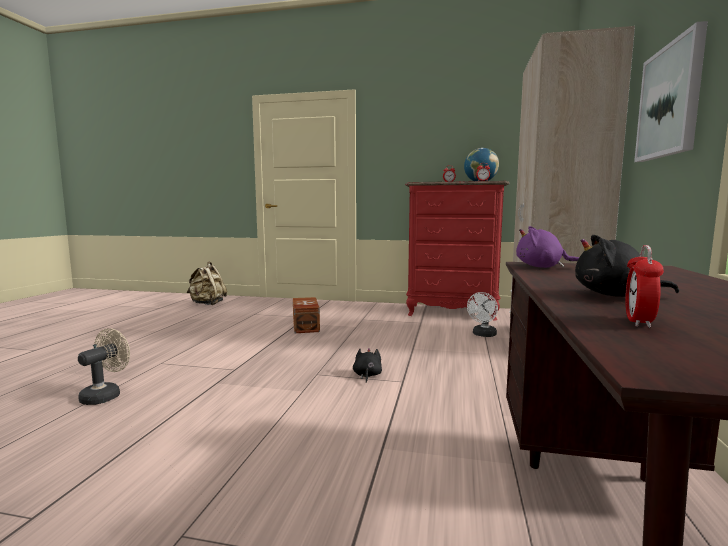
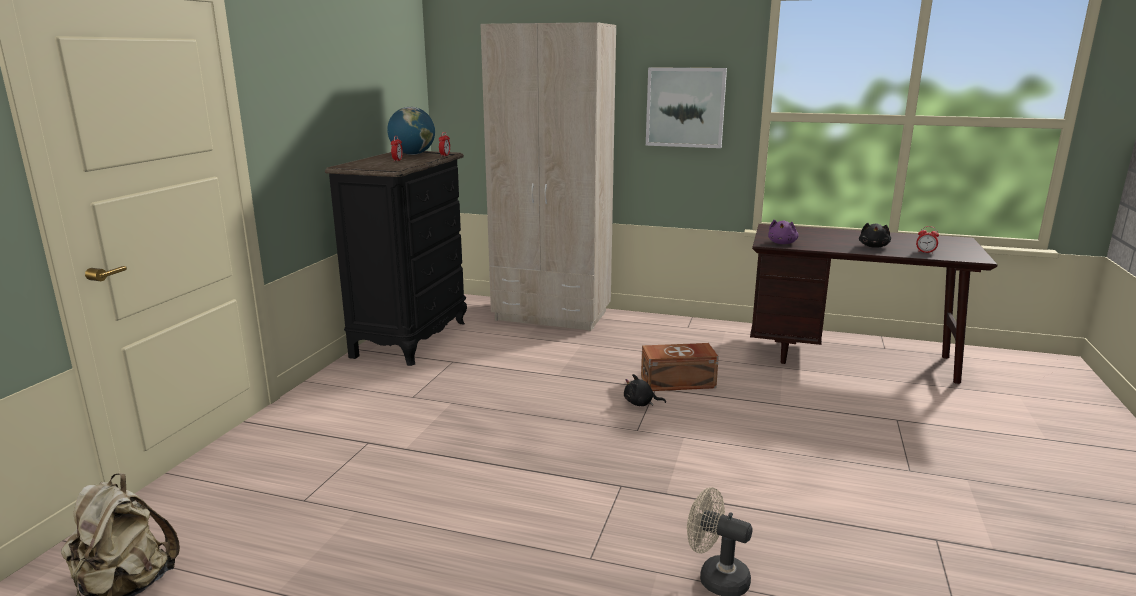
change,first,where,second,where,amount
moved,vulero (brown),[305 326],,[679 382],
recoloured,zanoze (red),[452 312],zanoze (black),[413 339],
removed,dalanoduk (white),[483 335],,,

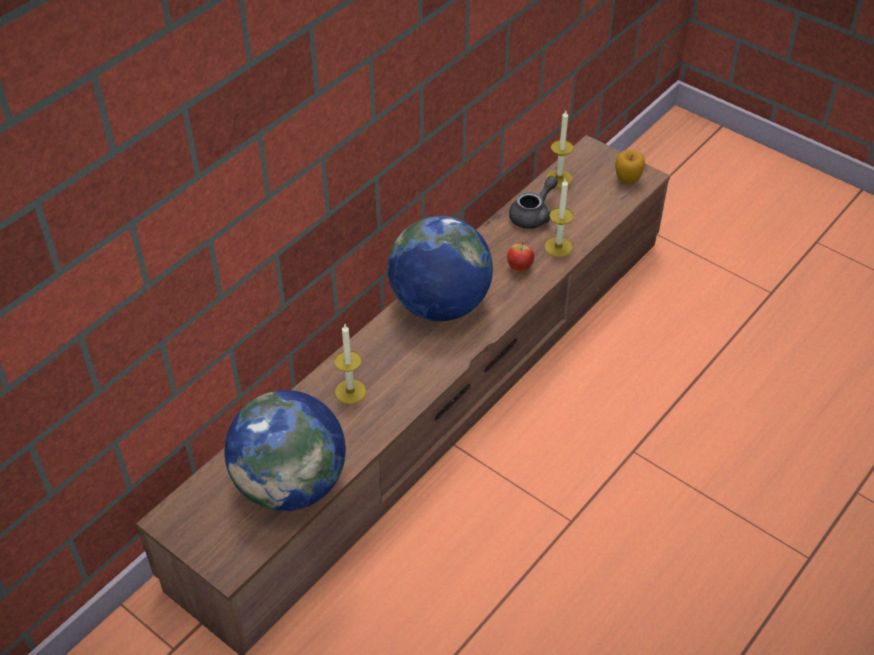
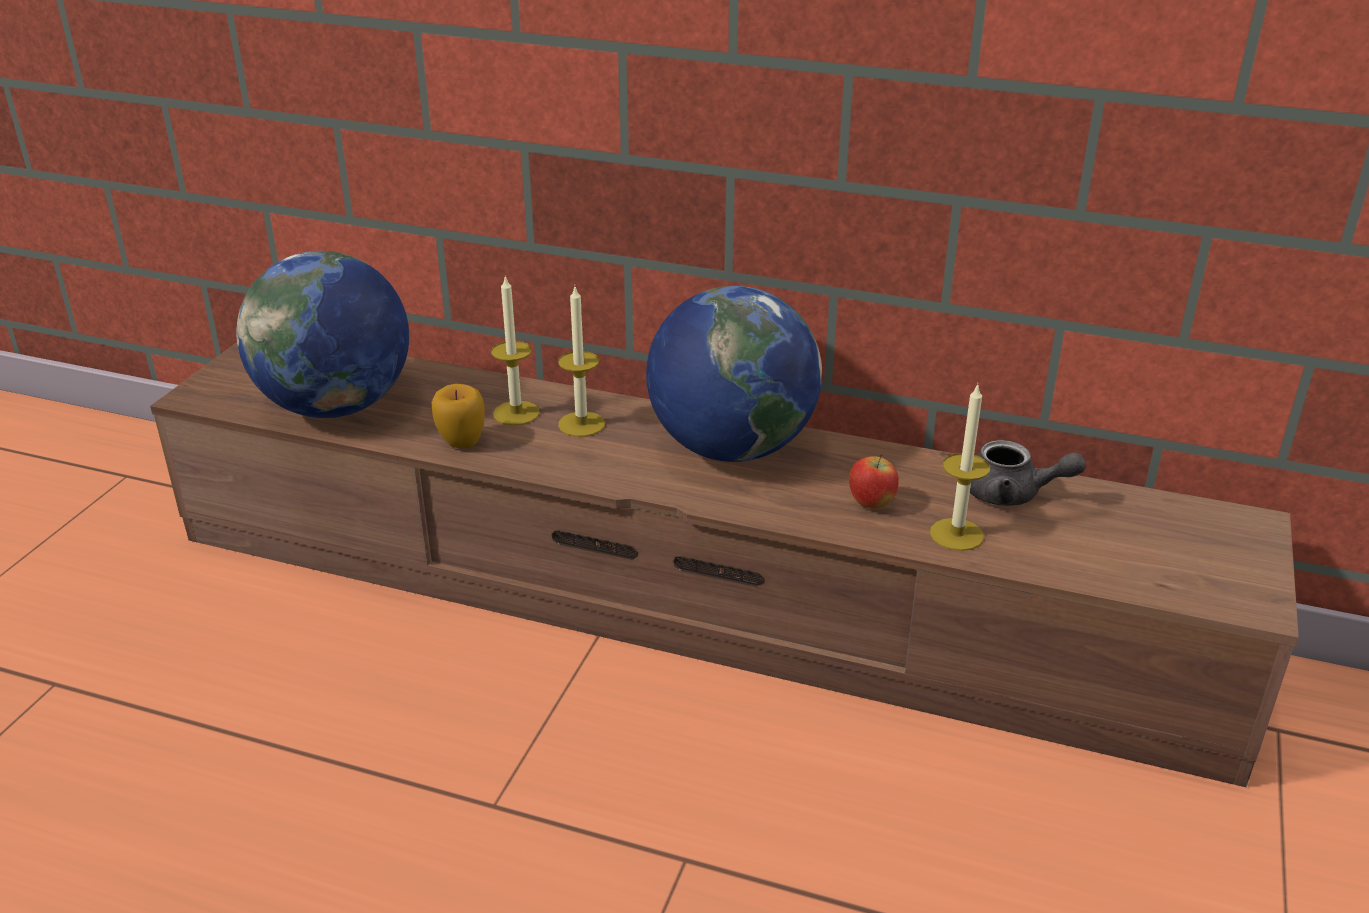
change,first,where,second,where,amount
moved,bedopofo,[559 178],,[581 424],
moved,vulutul,[627 180],,[461 442],

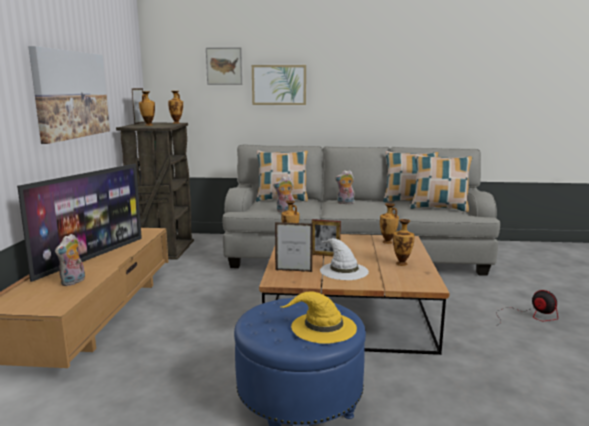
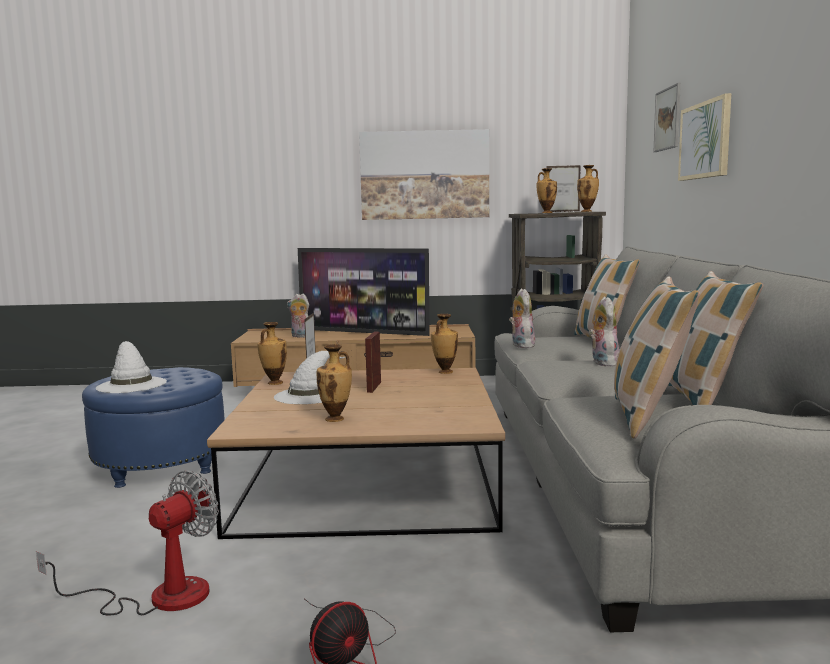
change,first,where,second,where,amount
recoloured,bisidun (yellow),[322 327],bisidun (white),[131 384],
moved,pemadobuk,[388 242],,[274 383],
added,,,dalanoduk,[158 596],

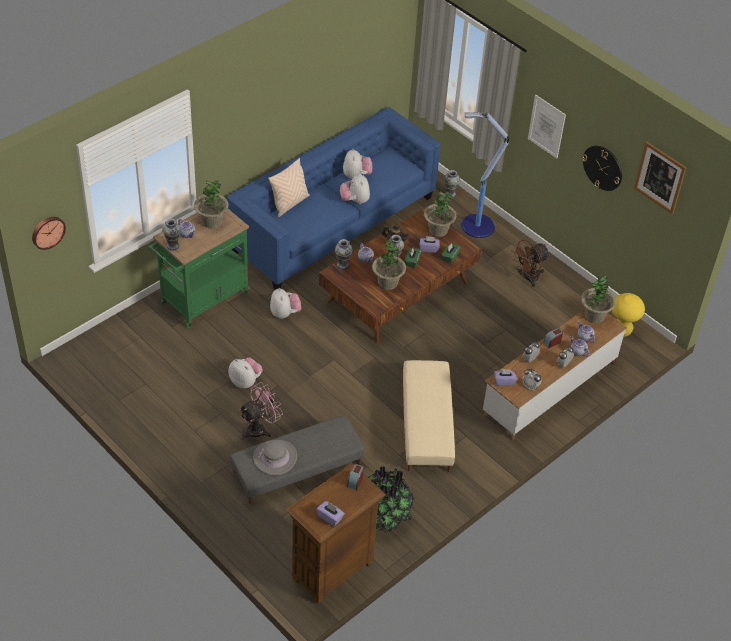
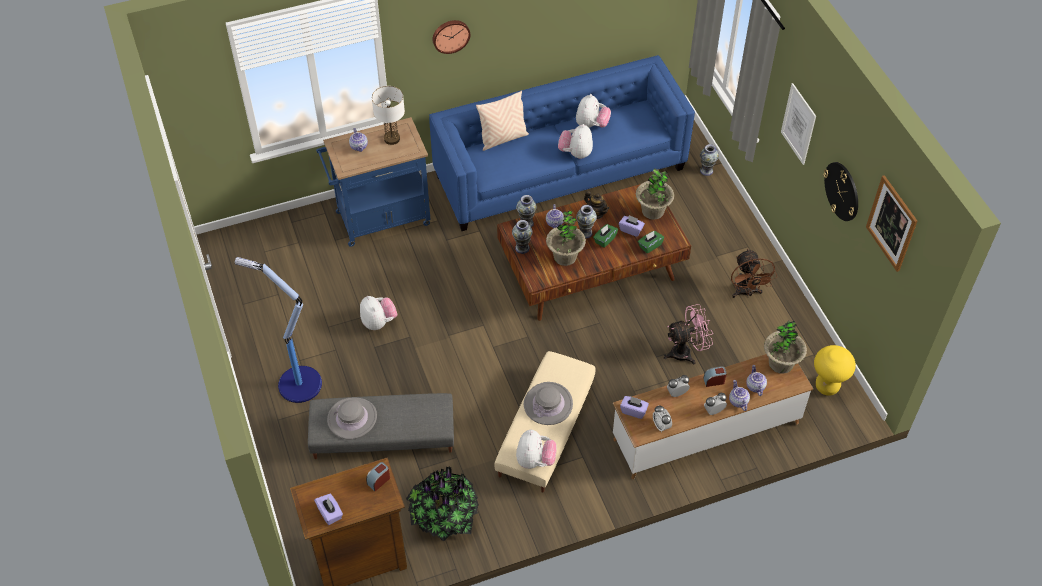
change,first,where,second,where,amount
moved,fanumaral,[47 232],,[450 35],
recoloured,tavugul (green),[202 300],tavugul (blue),[380 219],
moved,pemadobuk,[173 245],,[522 248],
replaced,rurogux,[212 221],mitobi,[392 139],
moved,dalanoduk (pink),[260 428],,[686 352],
moved,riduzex,[285 313],,[535 460],
moved,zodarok,[476 226],,[298 384],
turned,dalanoduk (brown),[527 278],,[746 293],90 degrees counterclockwise
added,,,bisidun (grey),[548 404],

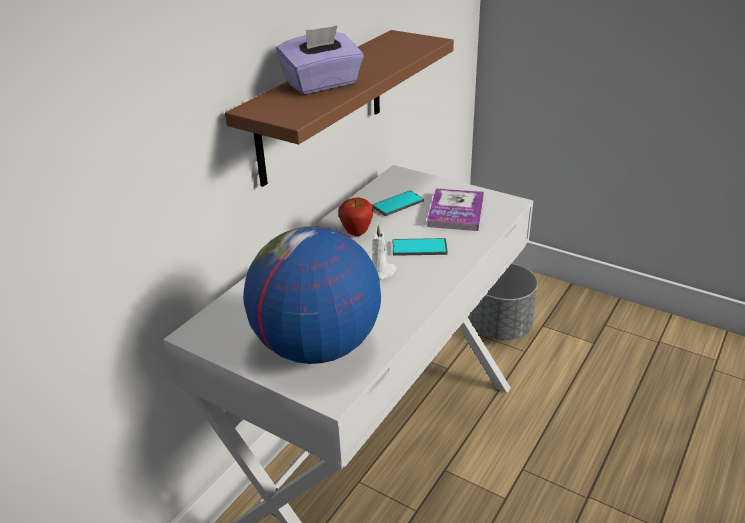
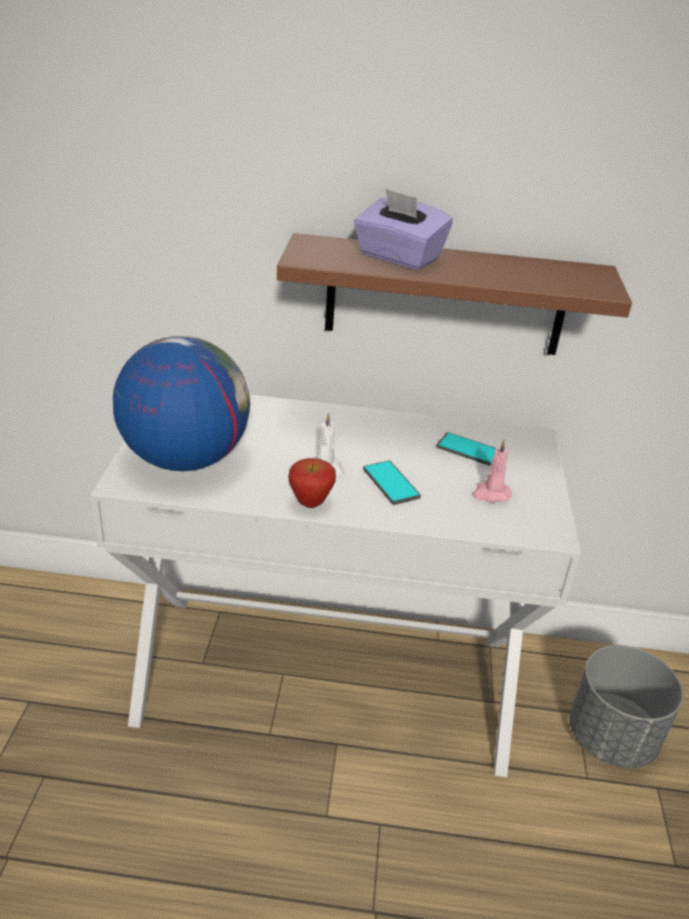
change,first,where,second,where,amount
moved,vulutul,[356 233],,[310 503],
replaced,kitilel,[455 211],bedopofo (pink),[490 494],

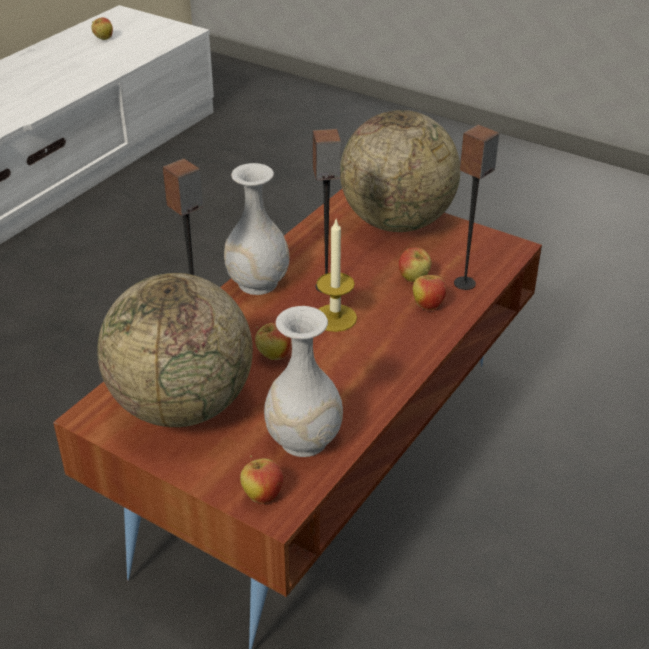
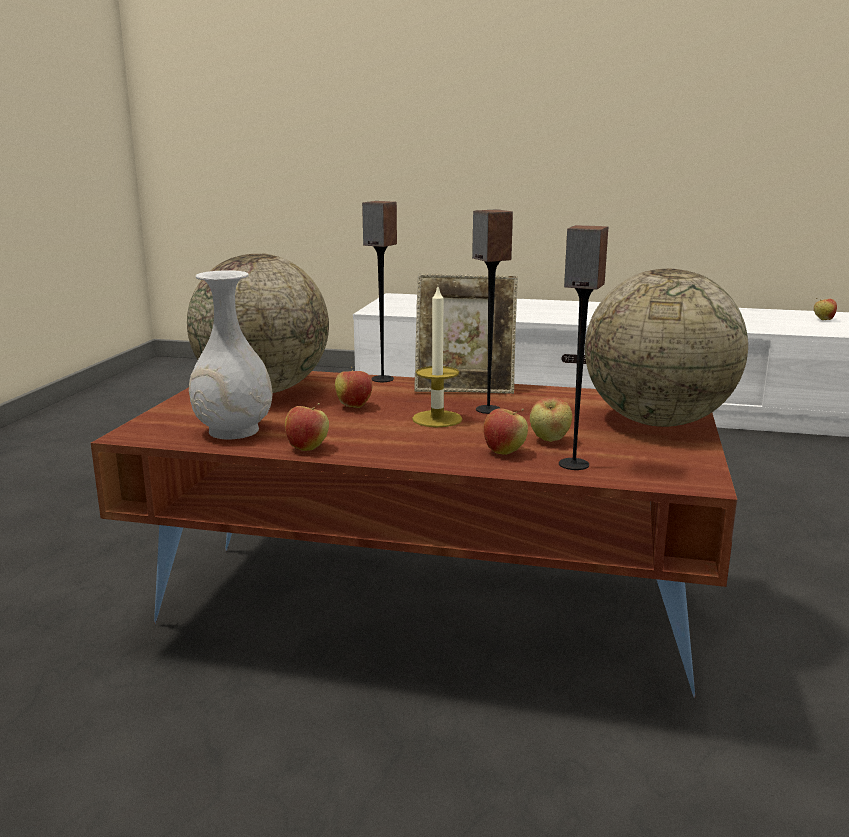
change,first,where,second,where,amount
replaced,pemadobuk (white),[257 282],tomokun,[465 388],
moved,vulutul,[262 495],,[307 448],

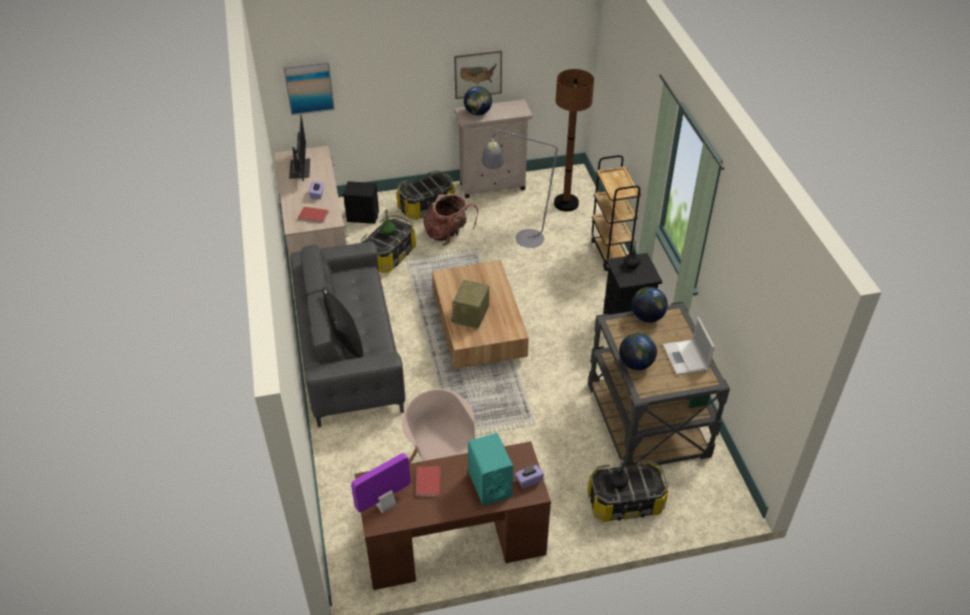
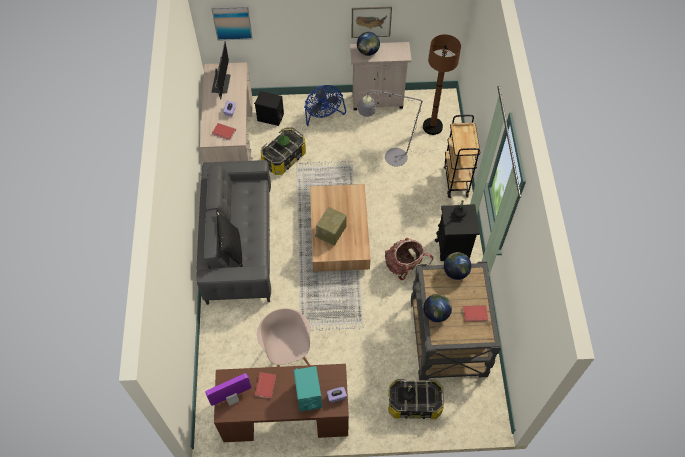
change,first,where,second,where,amount
replaced,vulero,[426 206],dalanoduk (blue),[321 114],
moved,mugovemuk,[448 234],,[404 265],
replaced,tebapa,[686 358],kitilel (red),[475 314],

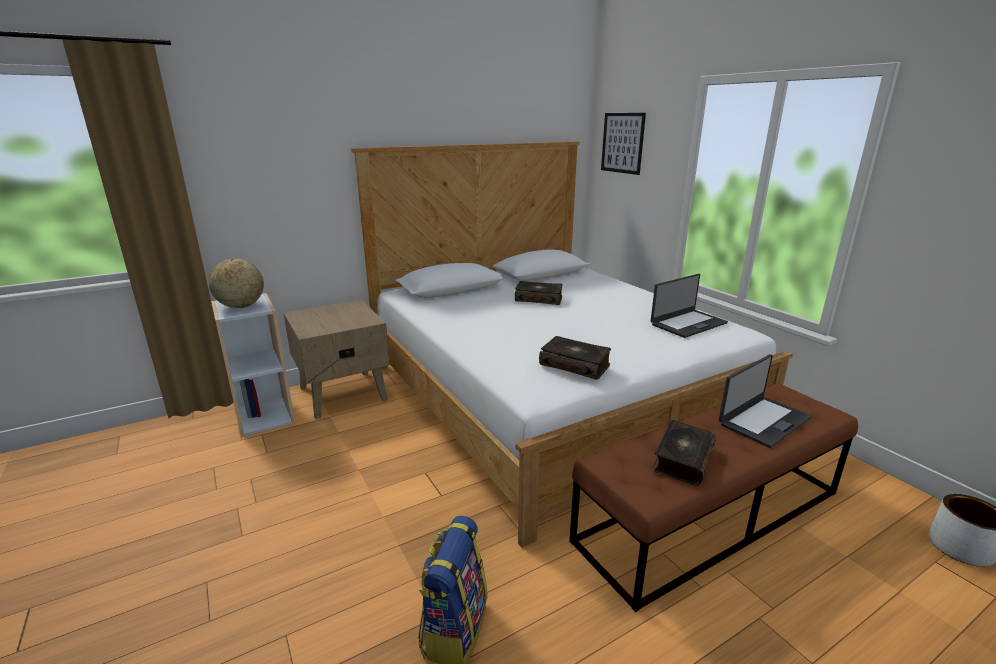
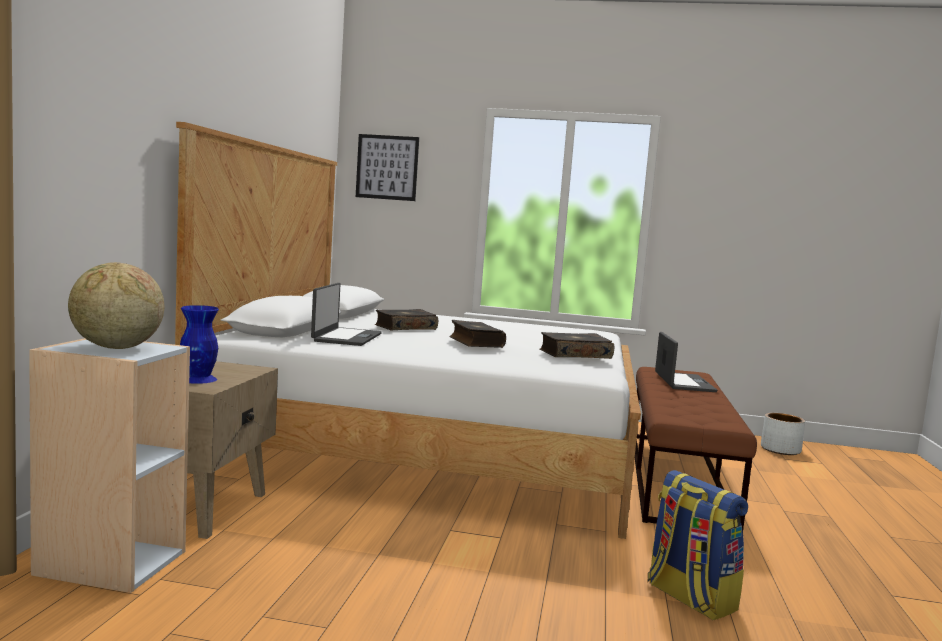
change,first,where,second,where,amount
moved,tebapa,[687 323],,[346 337],
moved,kitilel,[681 460],,[475 342],
added,,,pemadobuk (blue),[198 379],

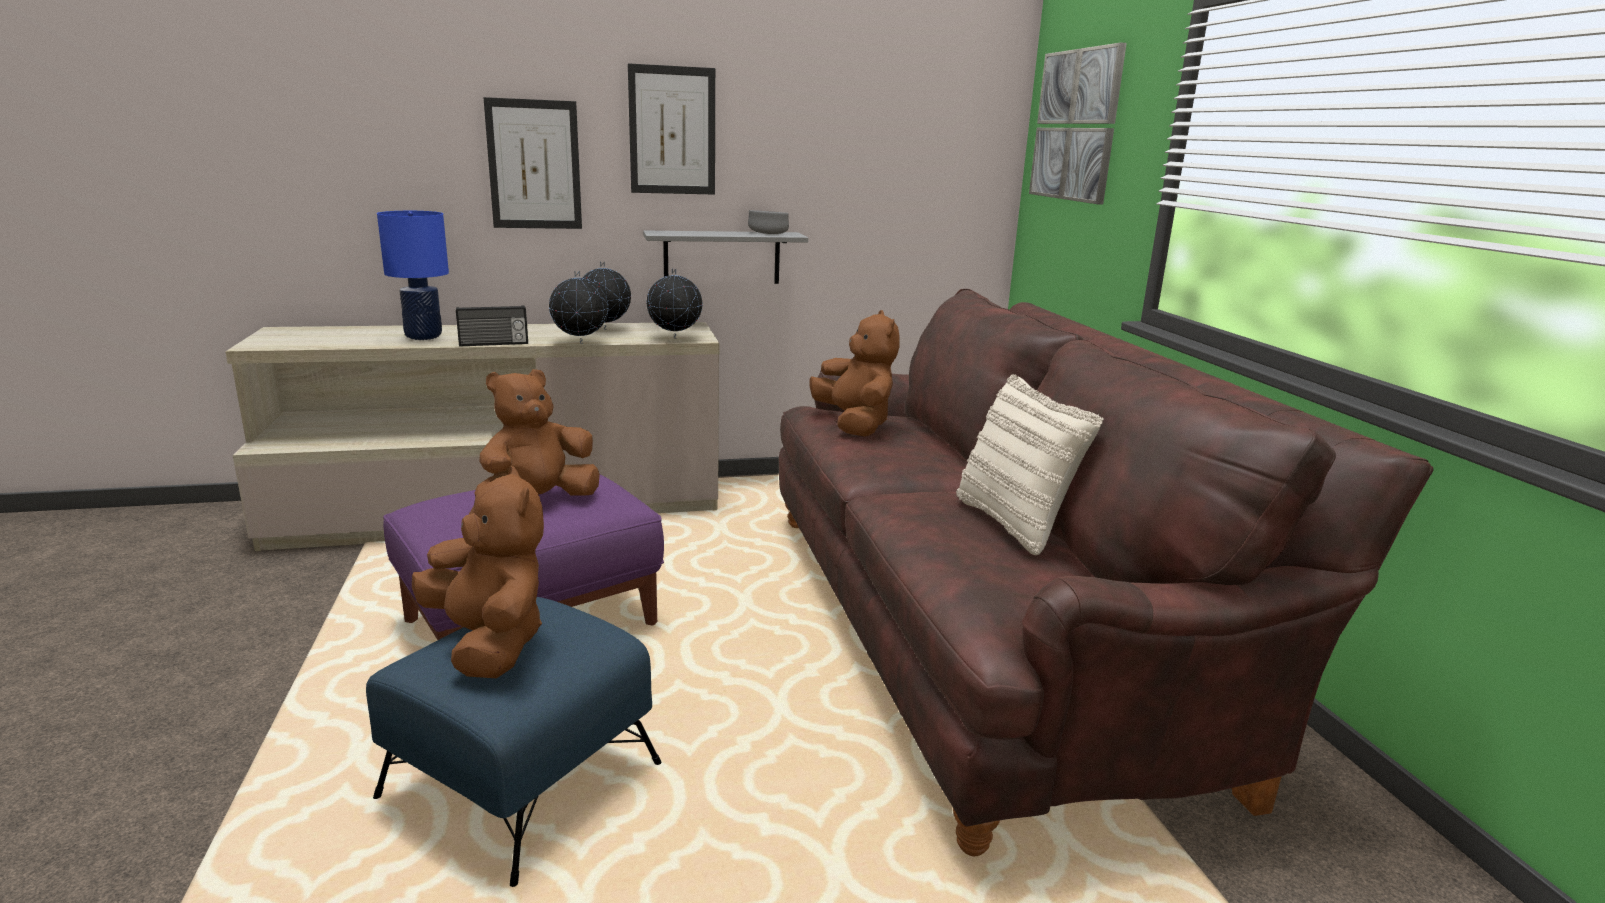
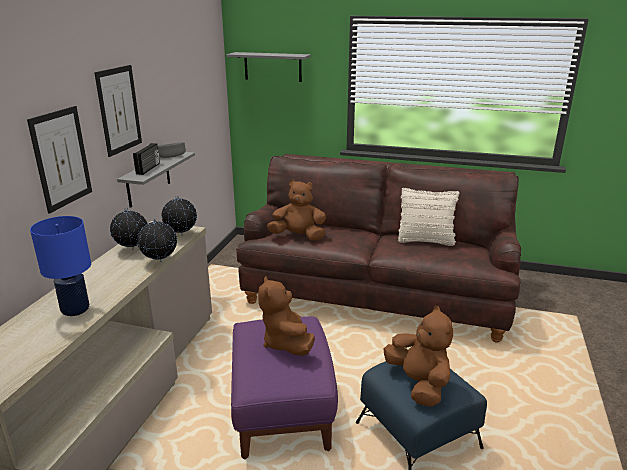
change,first,where,second,where,amount
turned,riduzex (brown),[489 643],,[419 384],75 degrees clockwise
moved,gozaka,[494 344],,[149 169],
replaced,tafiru,[1075 125],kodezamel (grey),[272 67],

